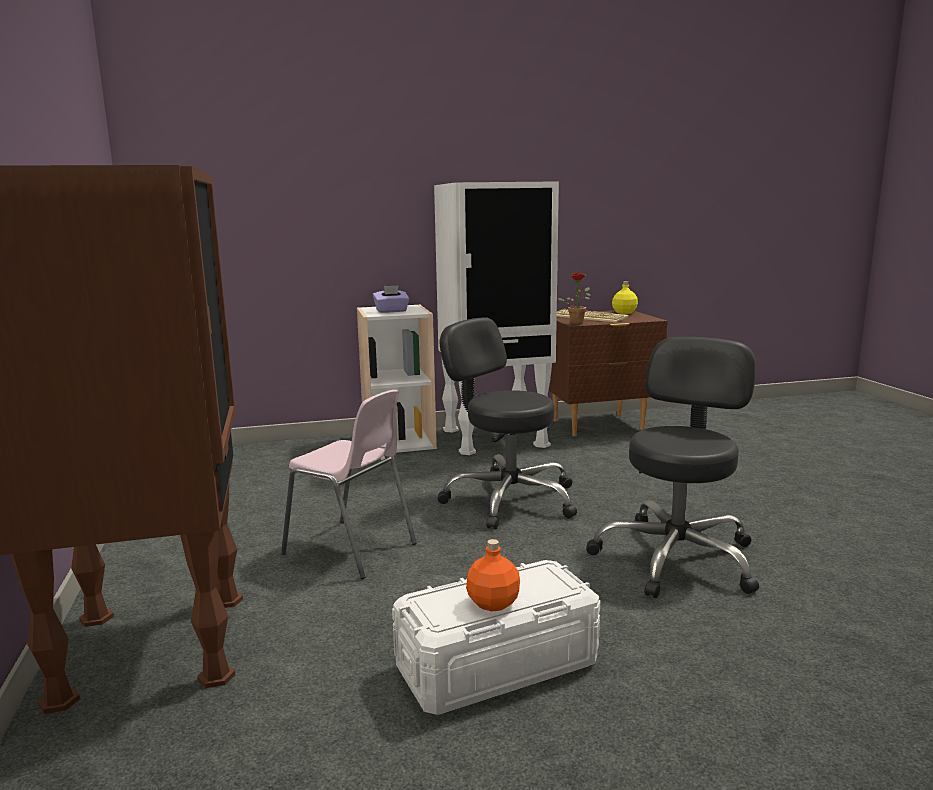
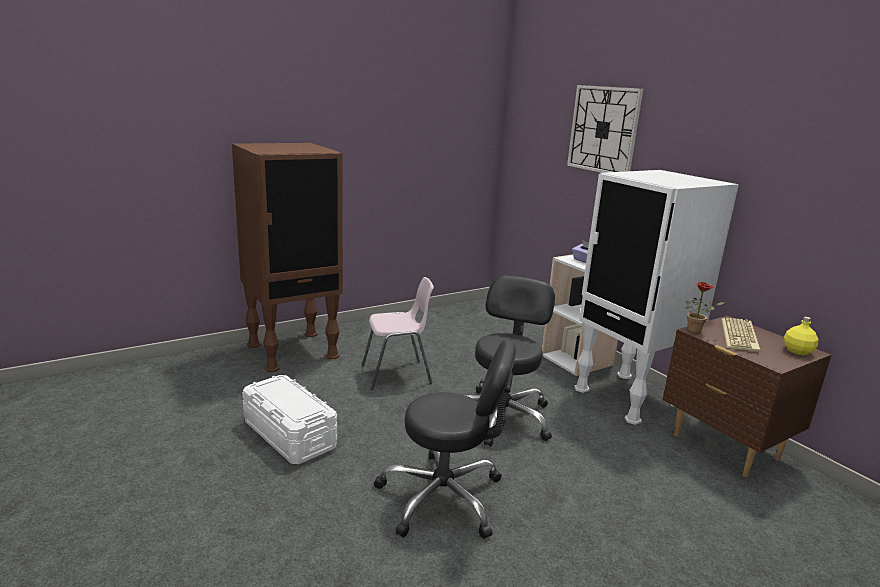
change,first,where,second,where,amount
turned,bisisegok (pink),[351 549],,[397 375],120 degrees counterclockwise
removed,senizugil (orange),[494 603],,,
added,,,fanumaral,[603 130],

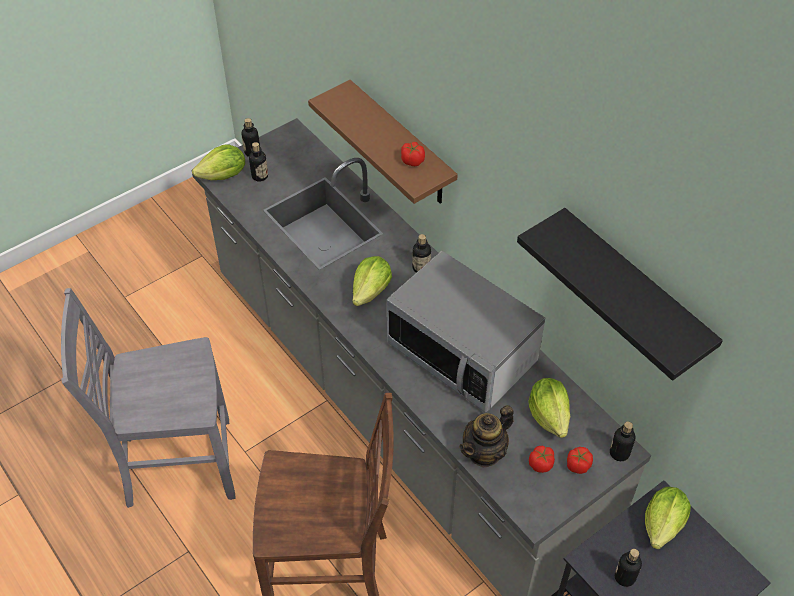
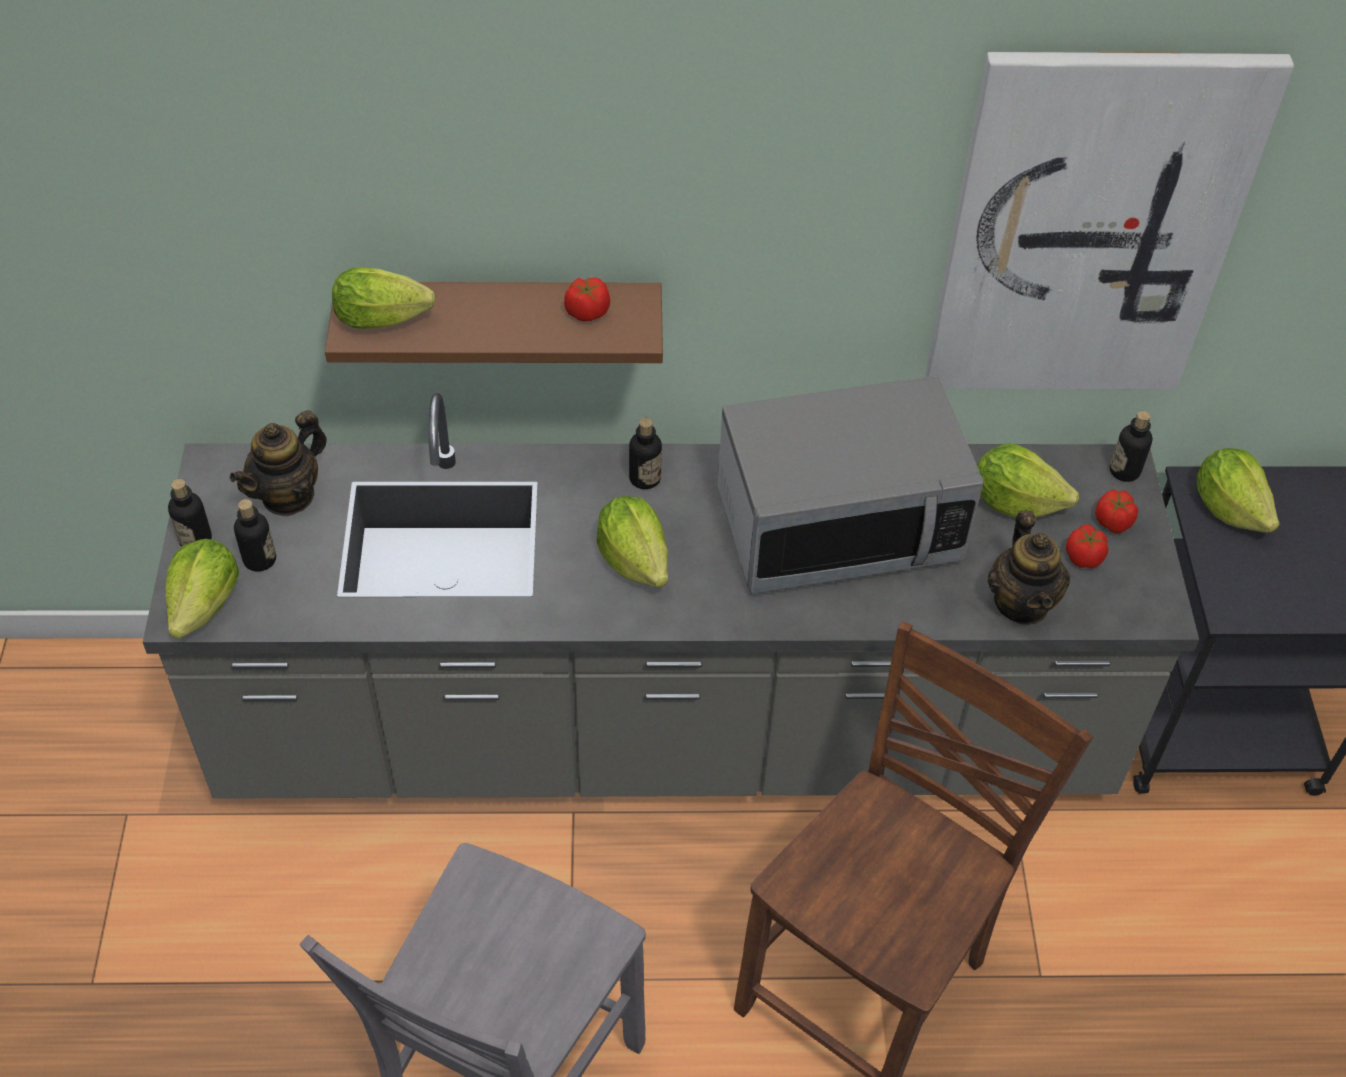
change,first,where,second,where,amount
replaced,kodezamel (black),[633 292],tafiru,[1089 228],
removed,senizugil,[624 577],,,
added,,,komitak,[288 495],
added,,,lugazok,[387 319],

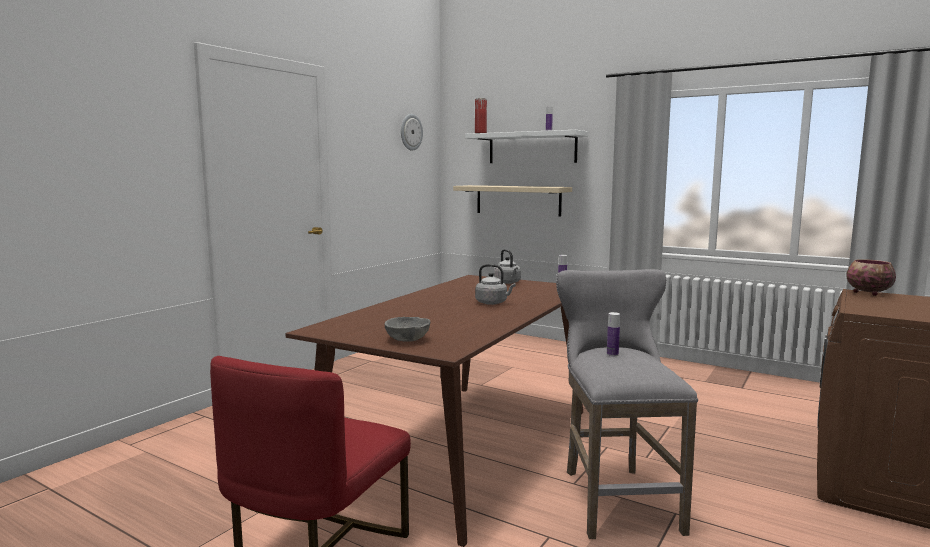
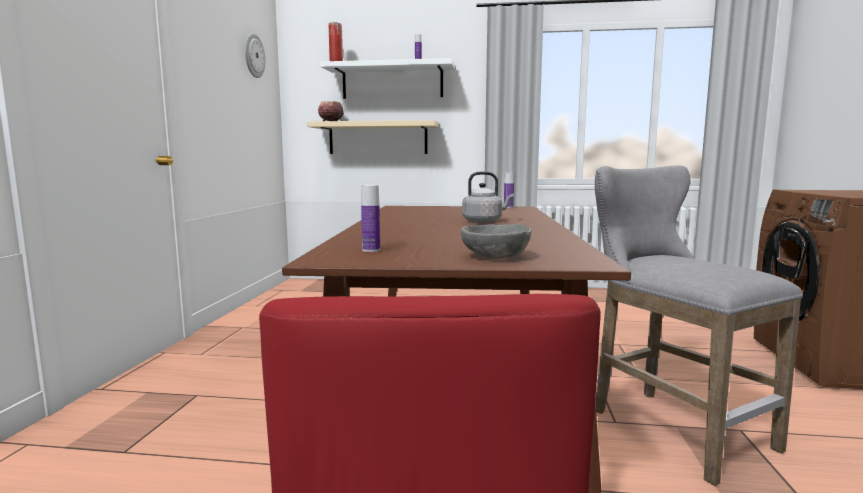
change,first,where,second,where,amount
removed,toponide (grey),[508 283],,,
moved,senizugil,[612 354],,[371 250],
moved,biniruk,[867 293],,[330 122],

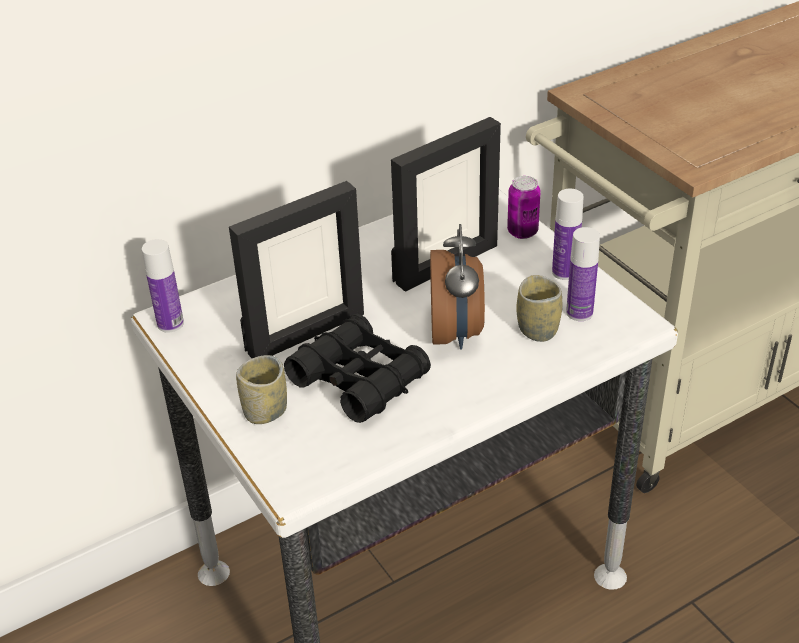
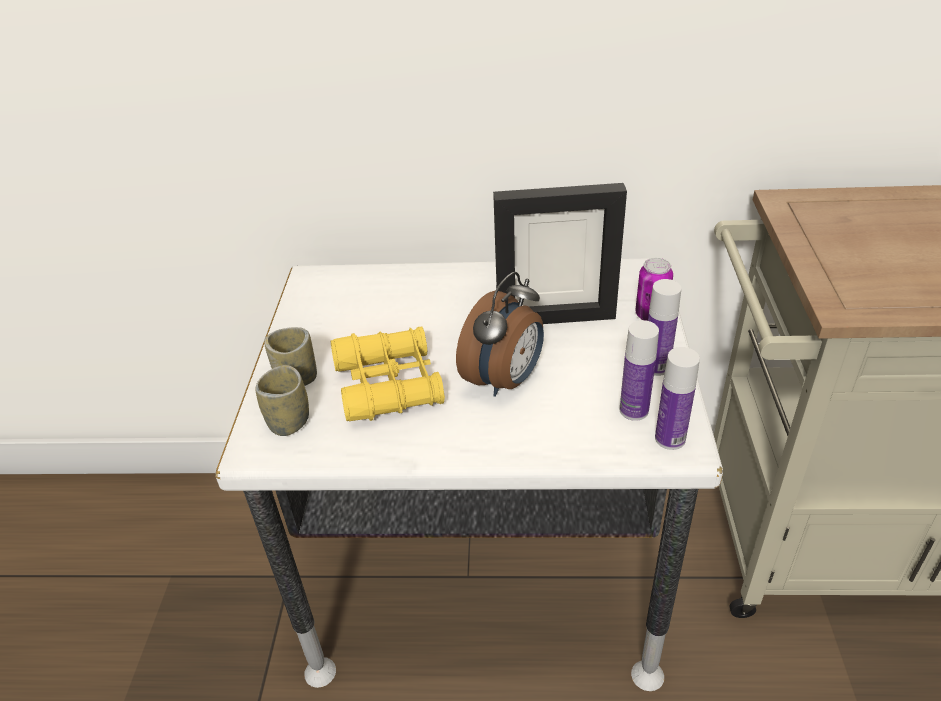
change,first,where,second,where,amount
moved,senizugil,[170 324],,[670 438],
removed,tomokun,[305 332],,,
recoloured,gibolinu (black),[359 379],gibolinu (yellow),[389 384],
moved,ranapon,[537 329],,[289 421],

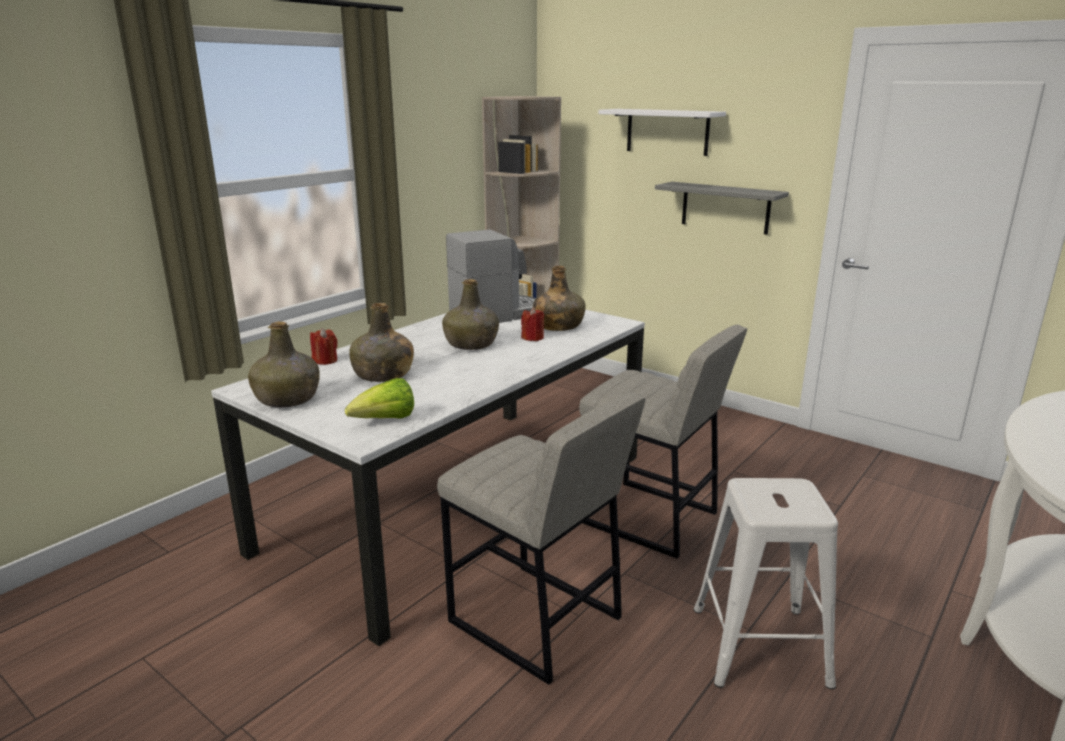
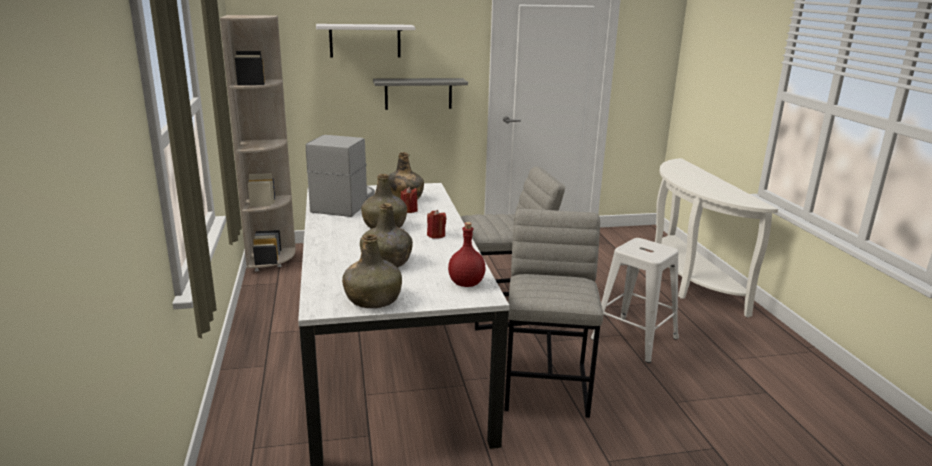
change,first,where,second,where,amount
moved,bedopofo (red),[325 360],,[436 235],
replaced,lugazok,[385 420],senizugil (red),[466 283],
turned,bisisegok (grey),[538 621],,[546 385],75 degrees counterclockwise

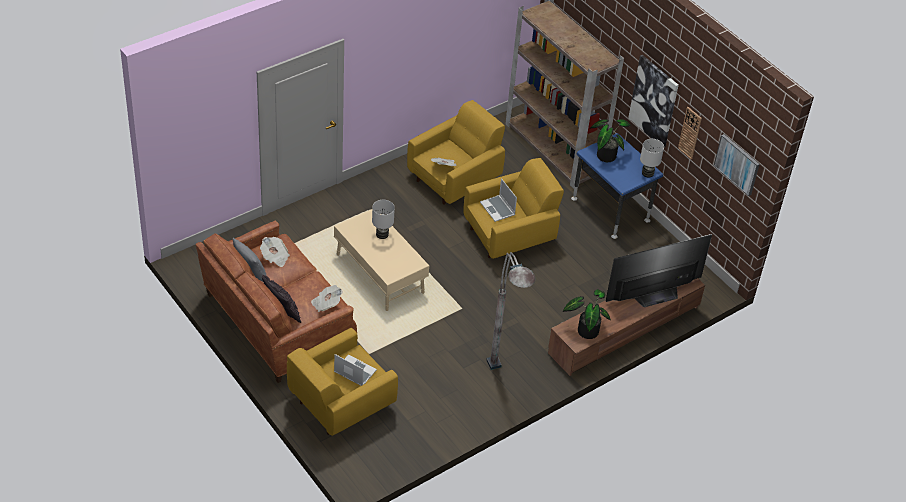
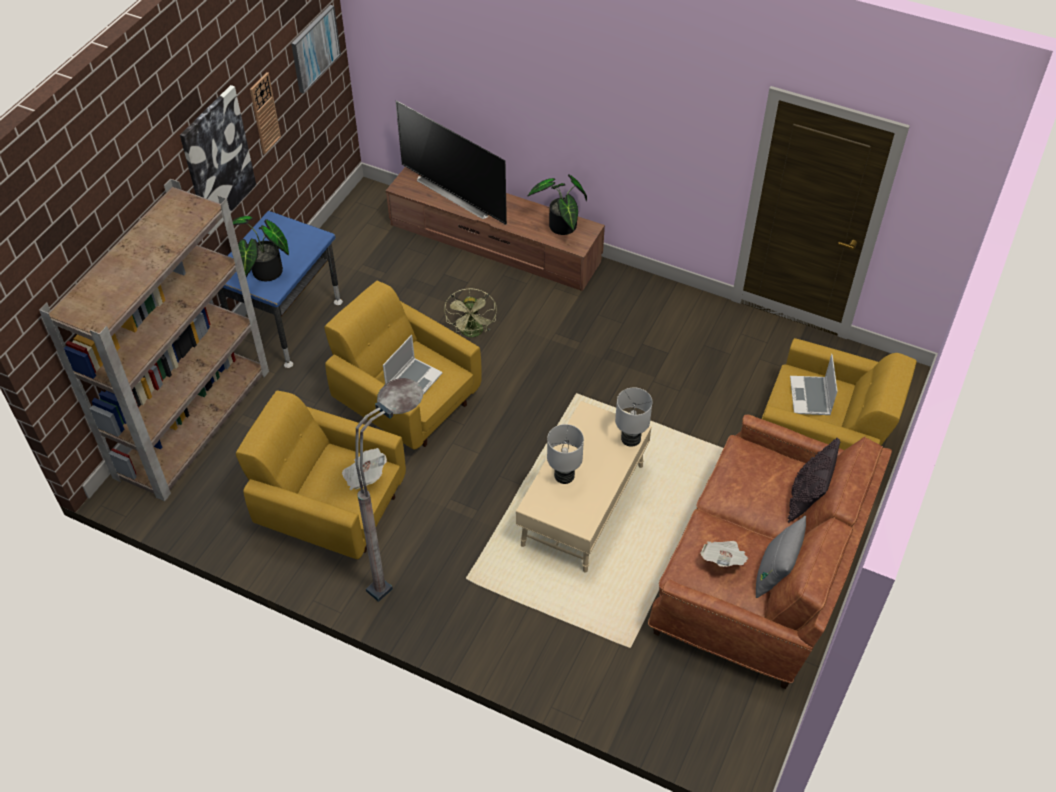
change,first,where,second,where,amount
removed,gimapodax,[326 304],,,
moved,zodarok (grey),[502 383],,[408 565],
moved,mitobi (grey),[647 173],,[631 439],
added,,,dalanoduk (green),[472 333],

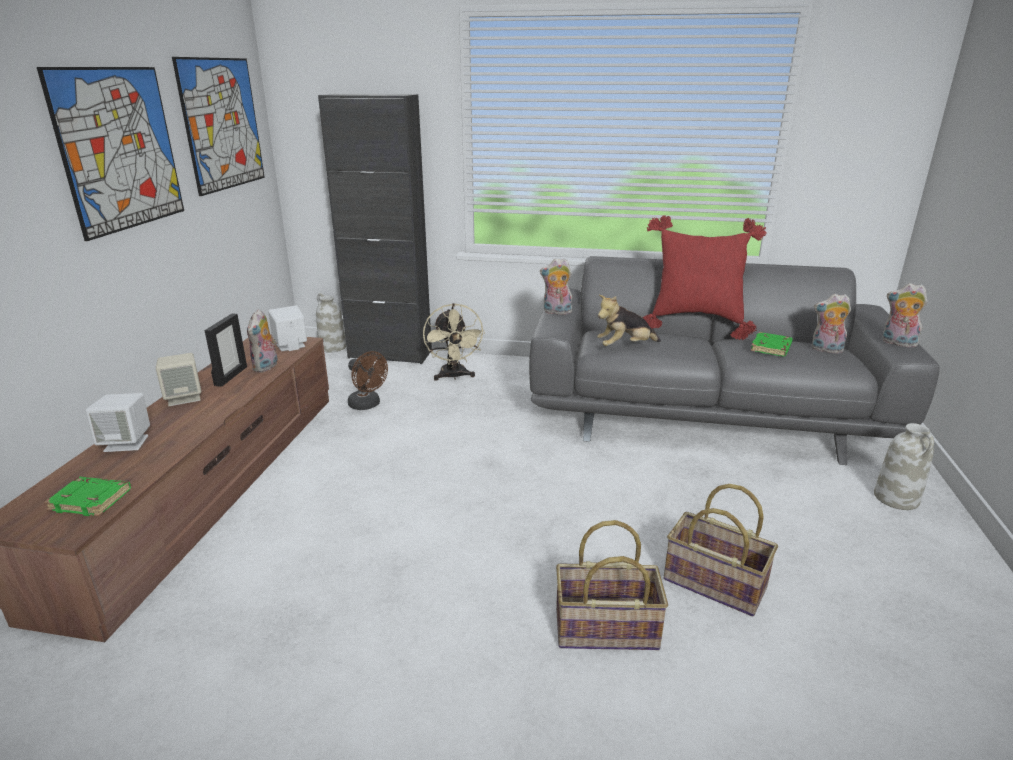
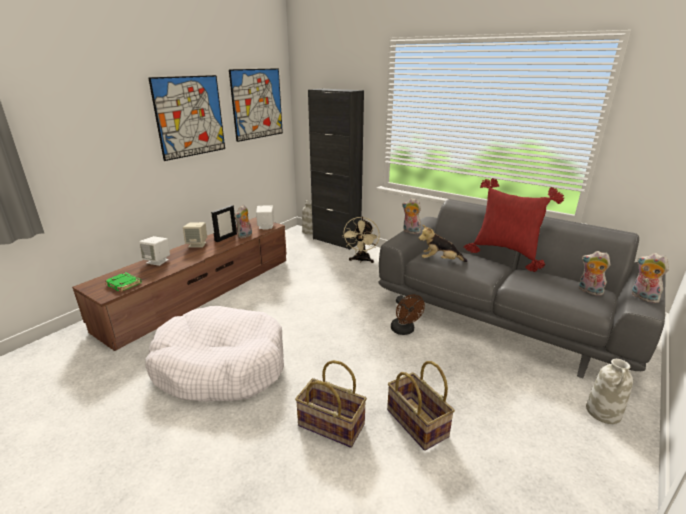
change,first,where,second,where,amount
moved,dalanoduk (brown),[368 405],,[404 331],
removed,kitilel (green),[771 348],,,
added,,,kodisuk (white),[220 366],

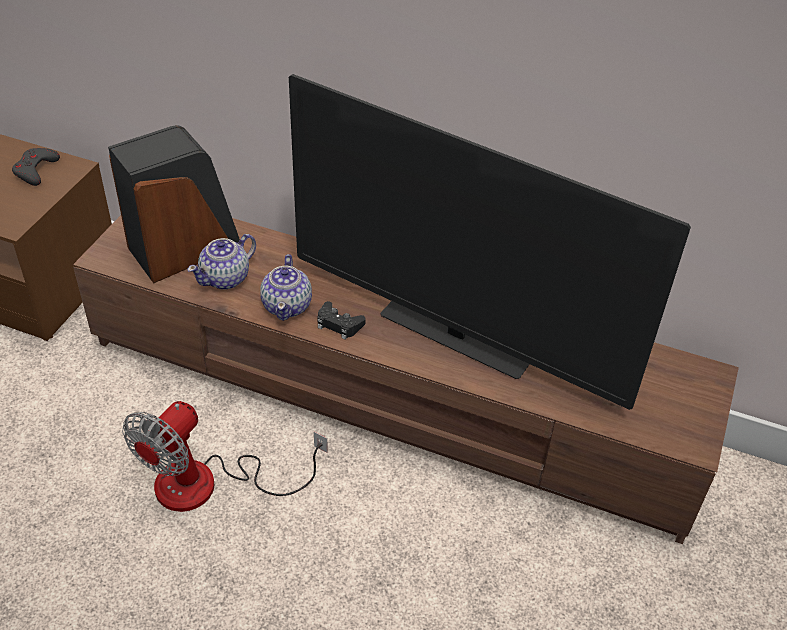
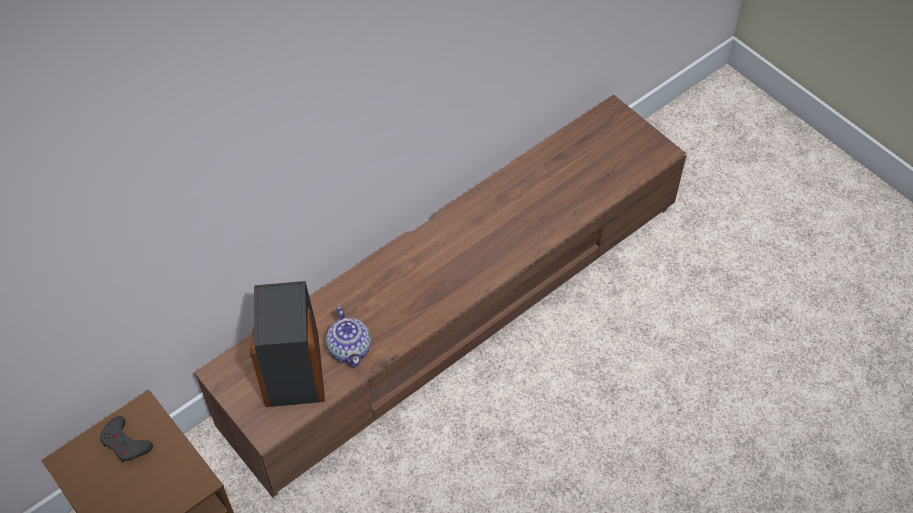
change,first,where,second,where,amount
removed,dalanoduk,[208 485],,,
removed,komitak,[287 305],,,
removed,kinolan,[454 338],,,
removed,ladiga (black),[339 324],,,

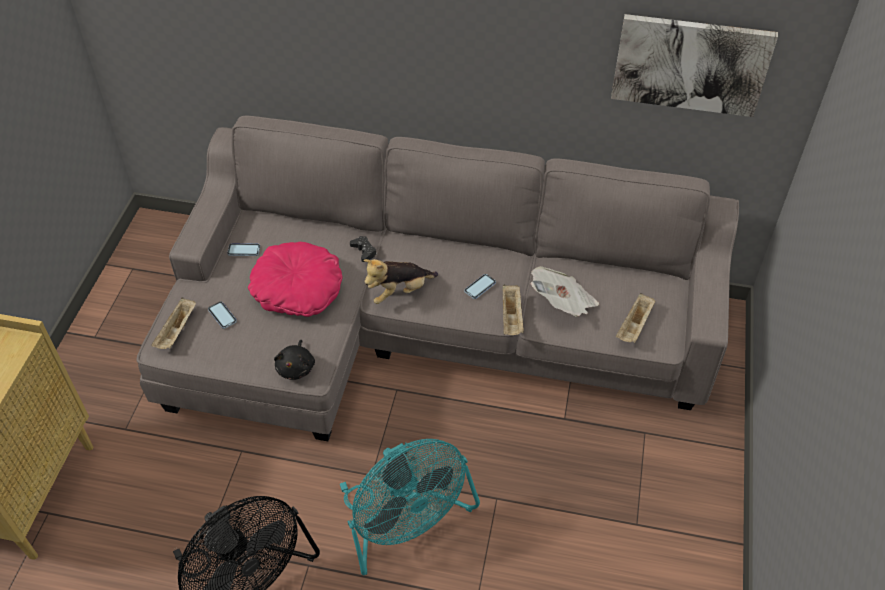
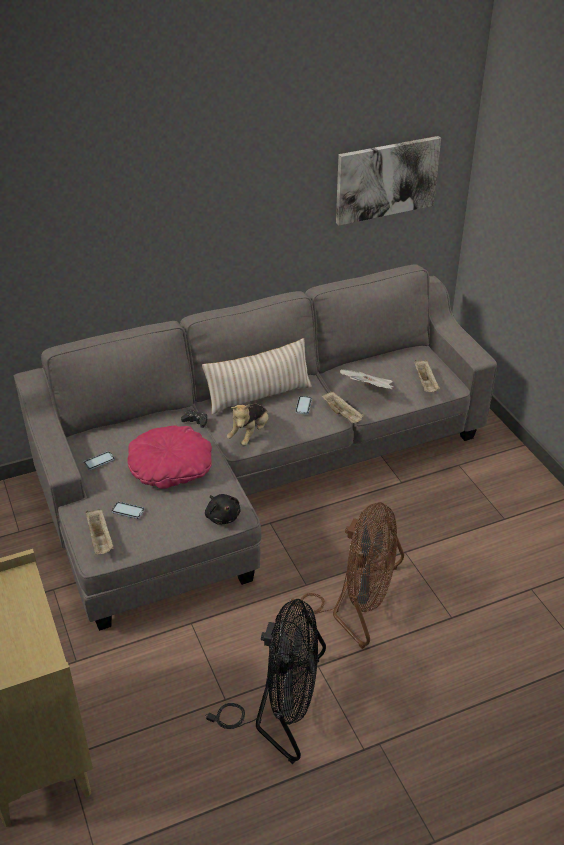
change,first,where,second,where,amount
recoloured,dalanoduk (turquoise),[400 523],dalanoduk (brown),[356 602],
added,,,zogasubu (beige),[259 396],

